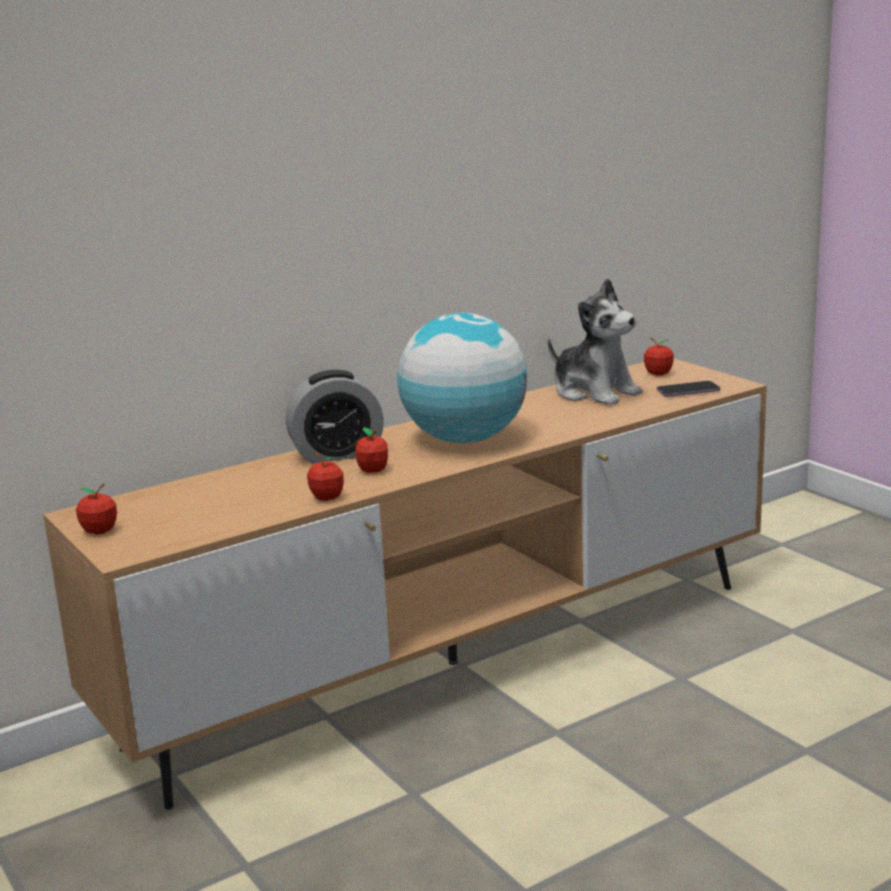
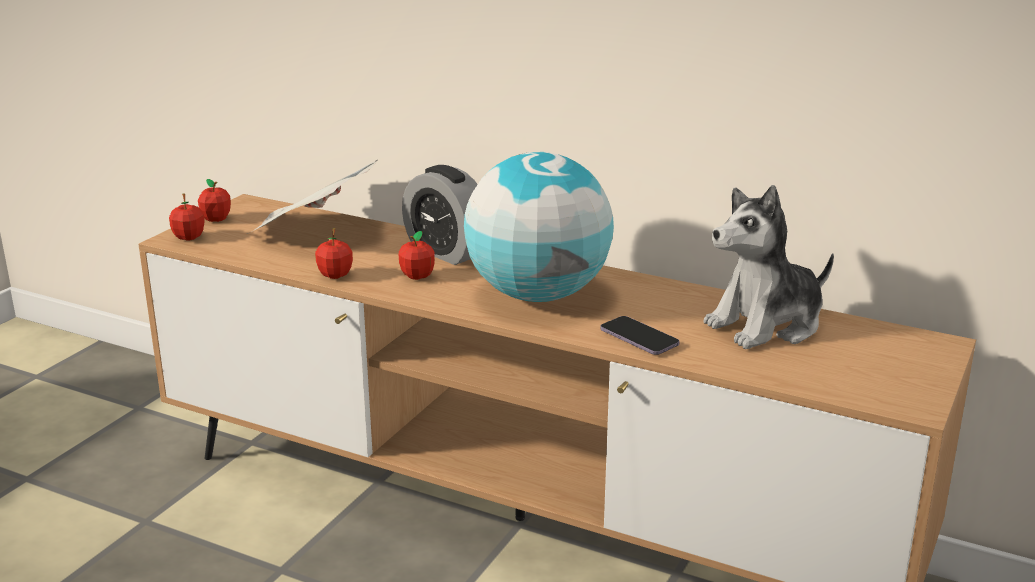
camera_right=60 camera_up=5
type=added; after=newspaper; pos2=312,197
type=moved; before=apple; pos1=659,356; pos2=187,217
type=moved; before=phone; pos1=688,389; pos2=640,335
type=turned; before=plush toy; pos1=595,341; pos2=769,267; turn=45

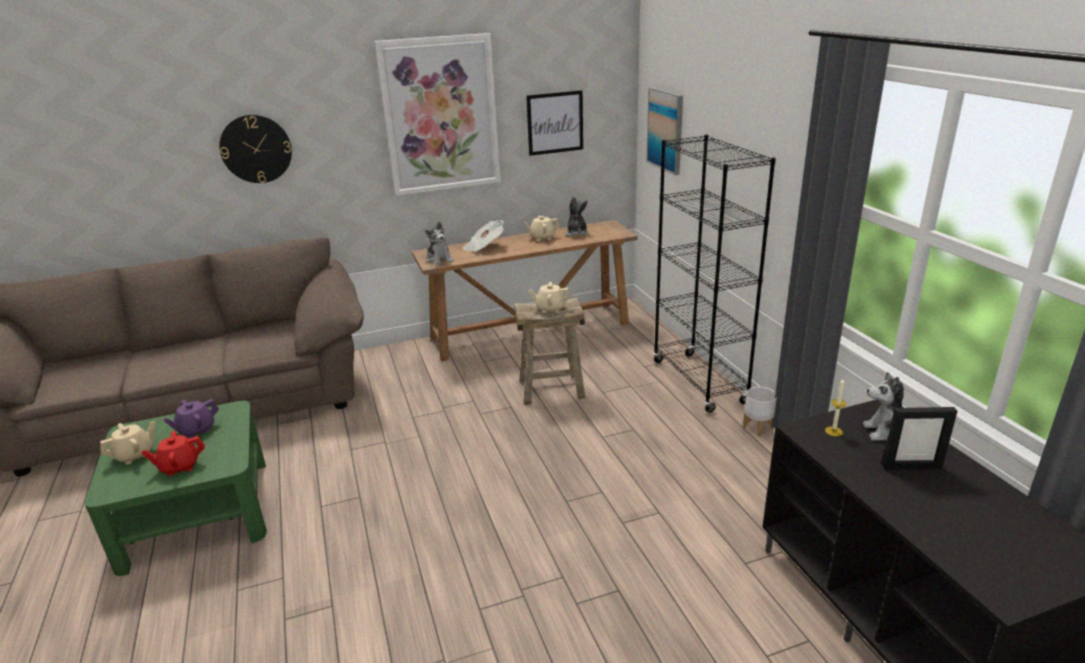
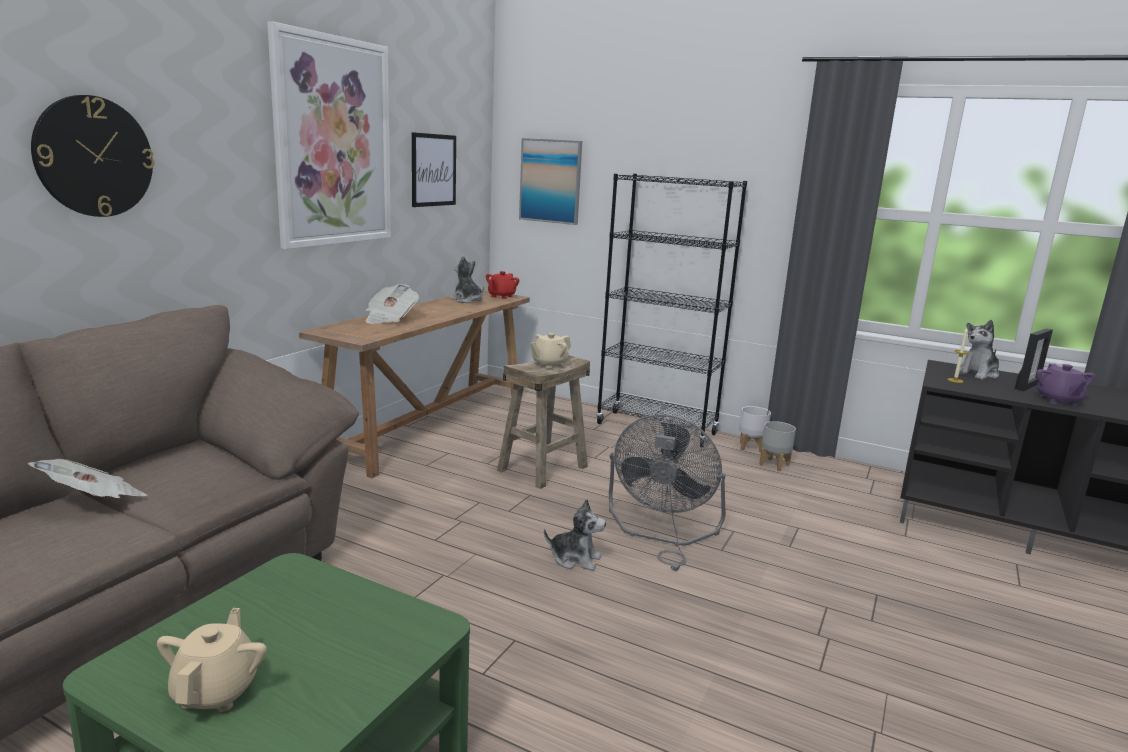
camera_right=-45 camera_up=-10
type=removed; before=teapot (beige); pos1=542,228
type=added; after=newspaper; pos2=88,478
type=added; after=fan (grey); pos2=667,492
type=added; after=planter (grey); pos2=777,446
type=moved; before=teapot (red); pos1=173,453; pos2=502,285
type=moved; before=teapot (purple); pos1=191,419; pos2=1065,385
type=moved; before=plush toy; pos1=439,244; pos2=575,535

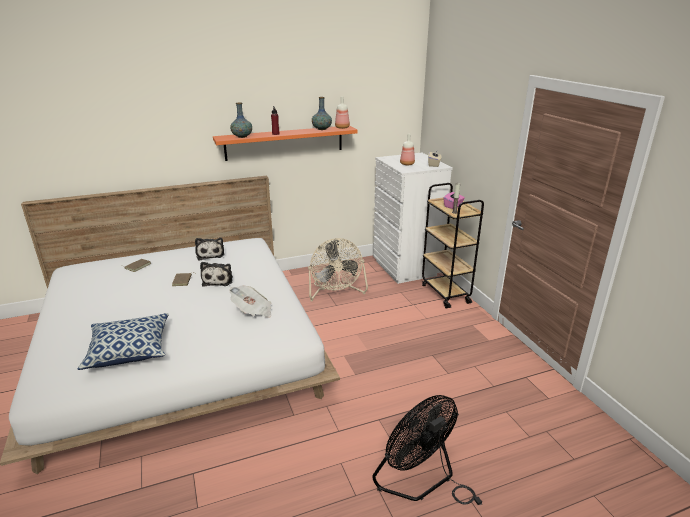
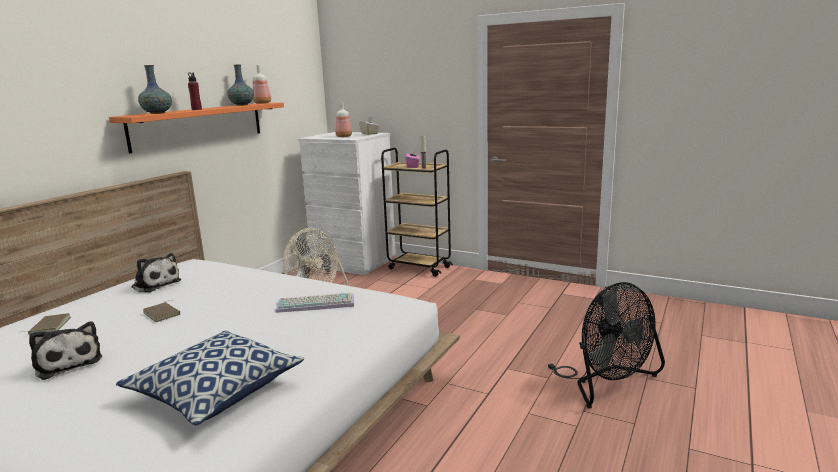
camera_right=-40 camera_up=-10
type=moved; before=plush toy; pos1=216,274; pos2=65,351
type=replaced; before=newspaper; after=keyboard; pos1=250,302; pos2=315,302
type=turned; before=fan (black); pos1=427,450; pos2=606,345; turn=-135

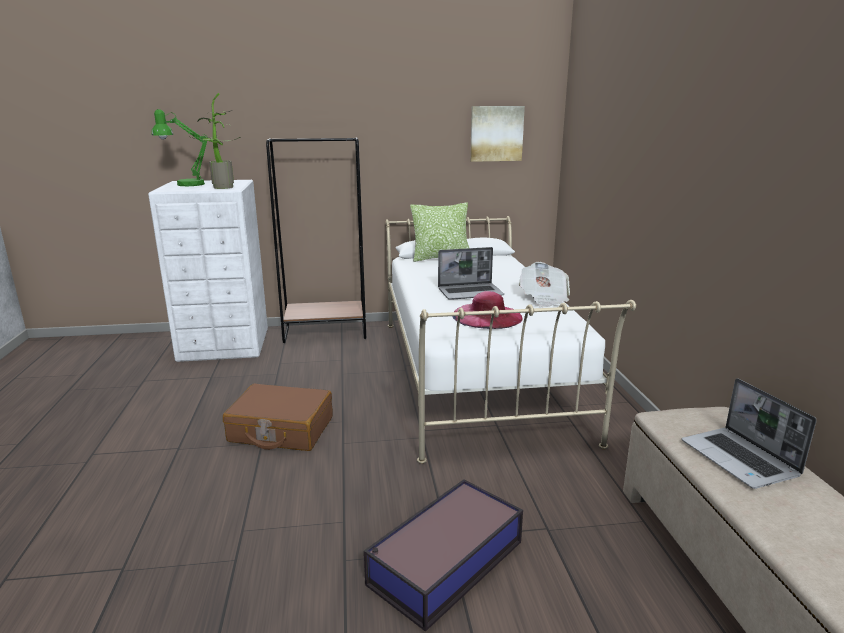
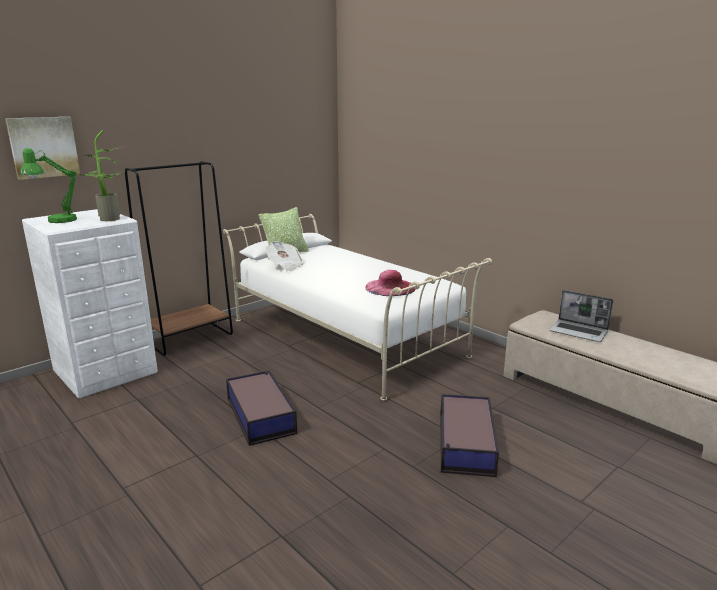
camera_right=-35 camera_up=0
type=removed; before=laptop; pos1=471,273
type=moved; before=picture; pos1=497,134; pos2=42,148
type=moved; before=newspaper; pos1=544,284; pos2=285,256
type=replaced; before=suitcase (brown); after=storage box; pos1=278,417; pos2=261,408

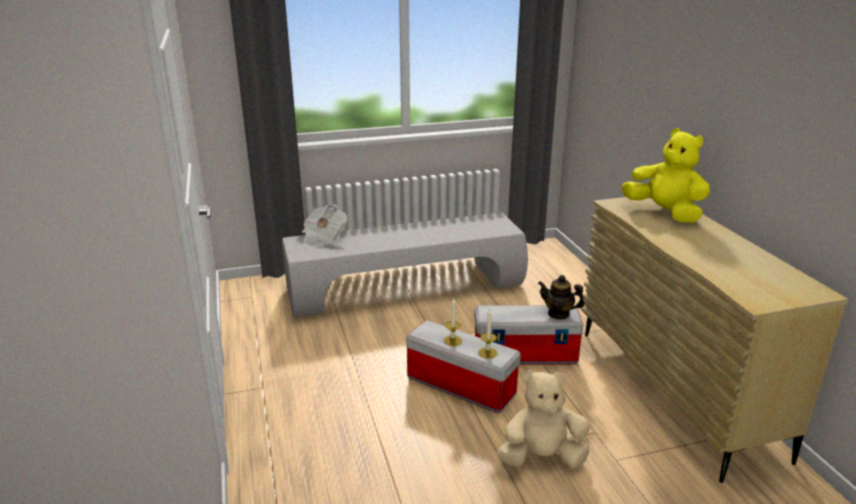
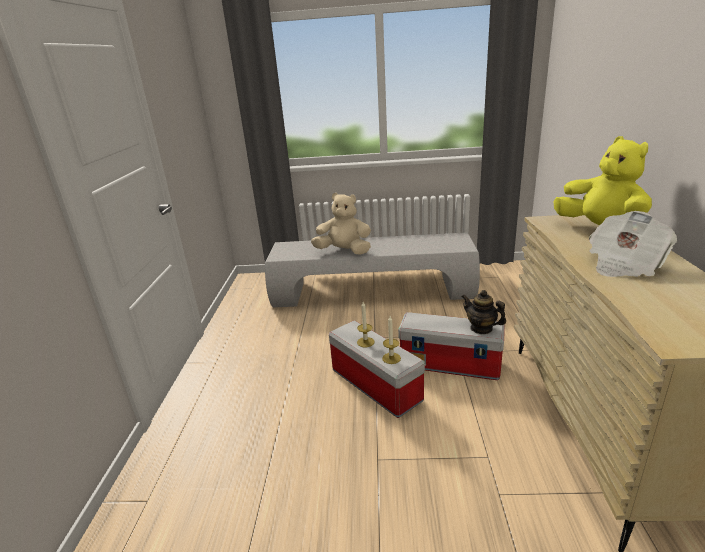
camera_right=20 camera_up=0
type=moved; before=newspaper; pos1=324,225; pos2=633,244
type=moved; before=plush toy (beige); pos1=543,419; pos2=341,224

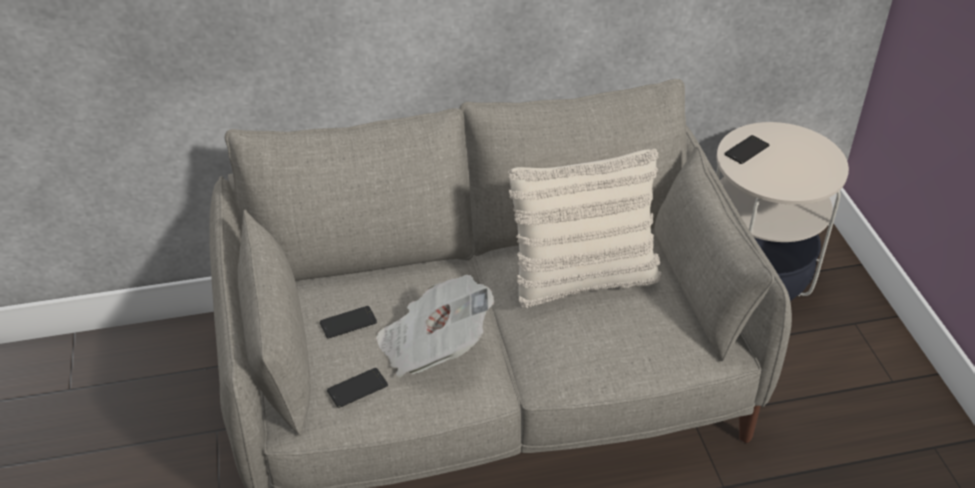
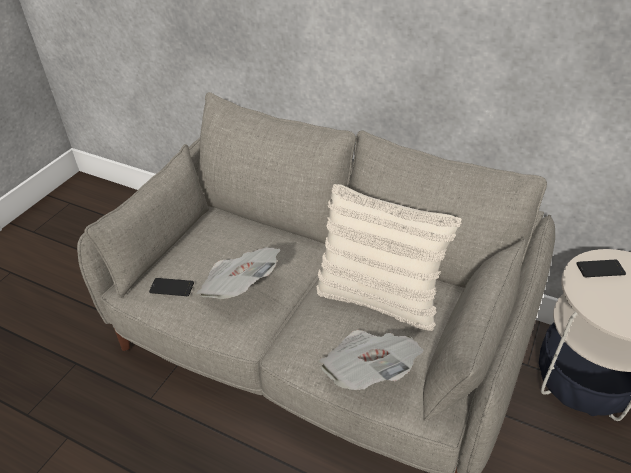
camera_right=40 camera_up=0
type=removed; before=phone; pos1=348,322
type=added; after=newspaper; pos2=370,360

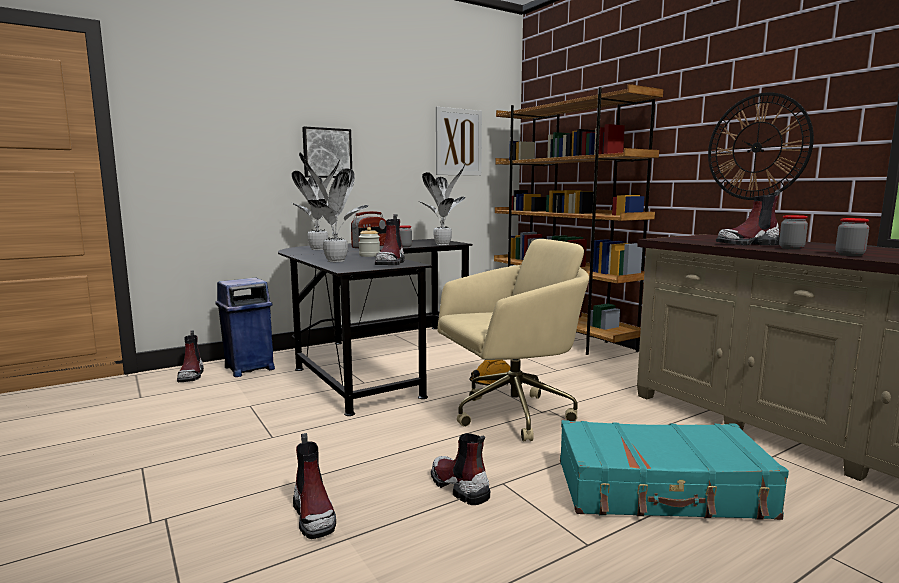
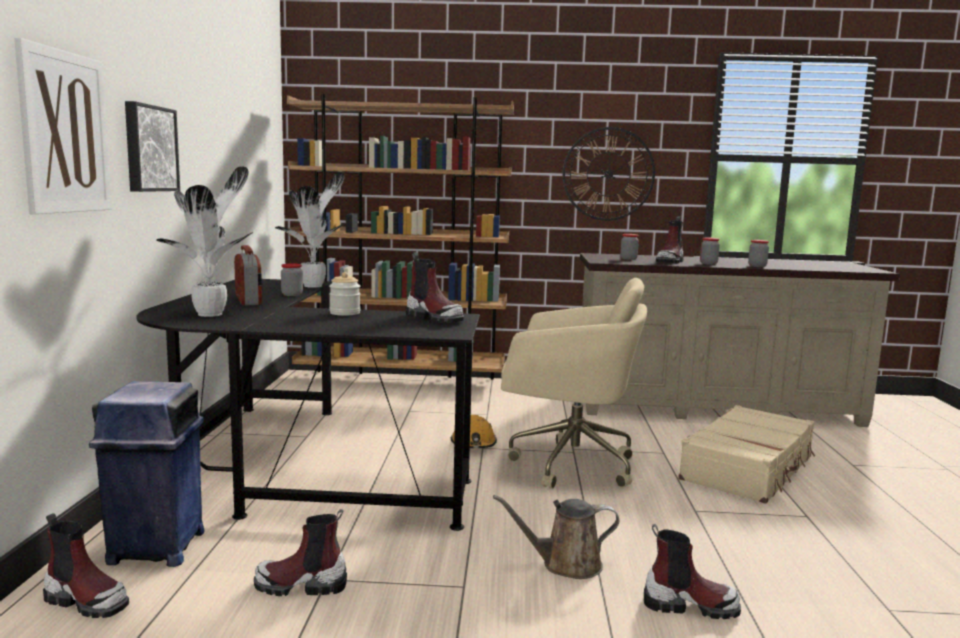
camera_right=-55 camera_up=0
type=removed; before=potted plant; pos1=333,207
type=added; after=watering can (brown); pos2=556,537
type=added; after=jar; pos2=629,247
type=moved; before=boot; pos1=460,469; pos2=300,552
type=moved; before=picture; pos1=459,141; pos2=63,126
type=recoloured; before=suitcase (turquoise); after=suitcase (beige); pos1=674,470; pos2=746,454
type=turned; before=office chair (beige); pos1=513,340; pos2=574,383; turn=90

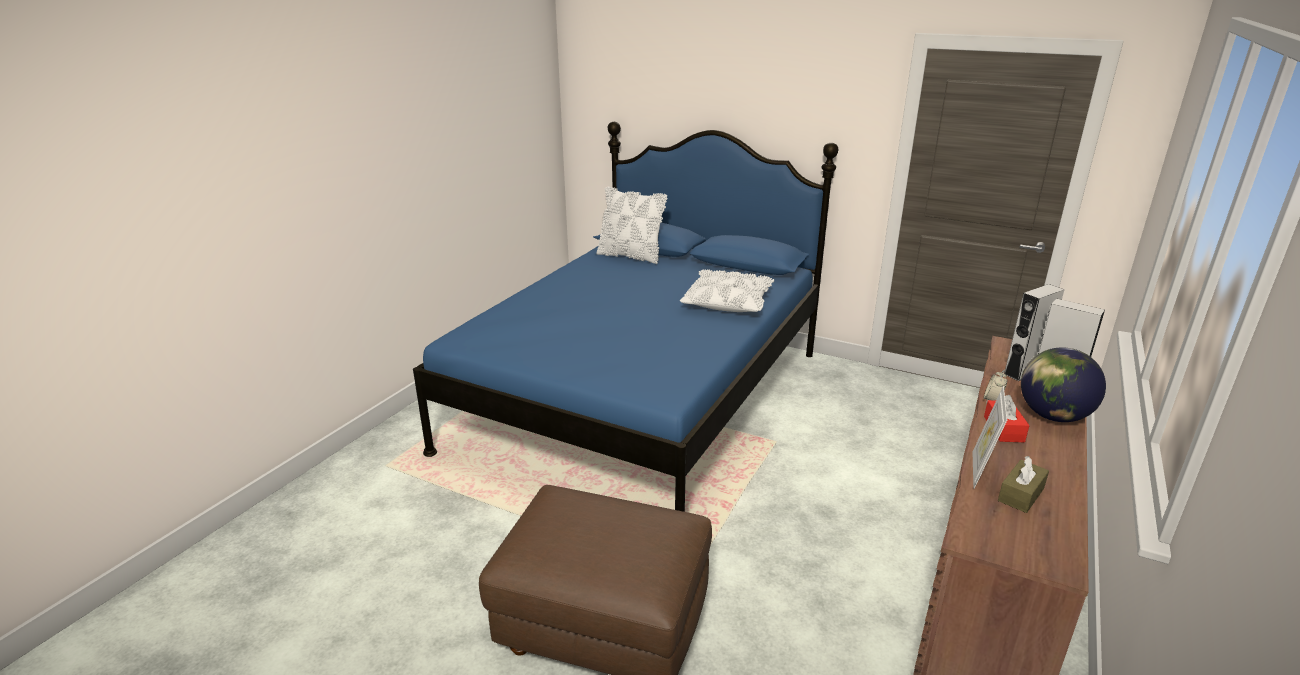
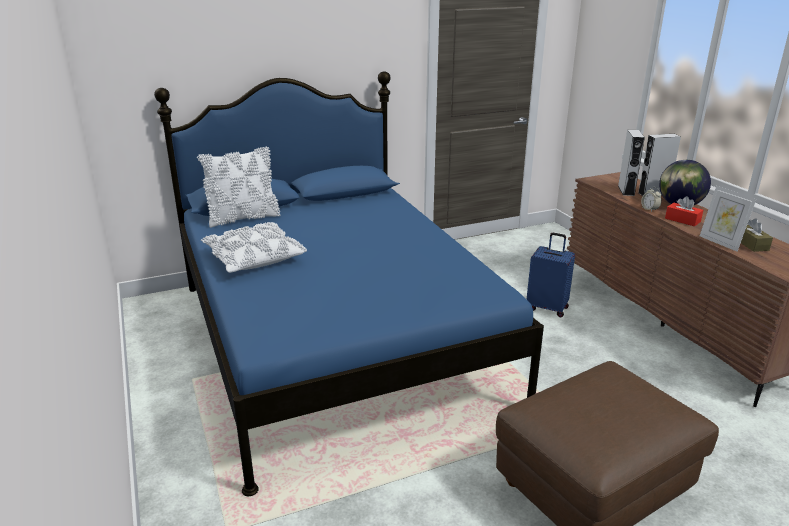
camera_right=-50 camera_up=0
type=added; after=suitcase (blue); pos2=551,275
type=moved; before=pillow (white); pos1=727,290; pos2=254,247

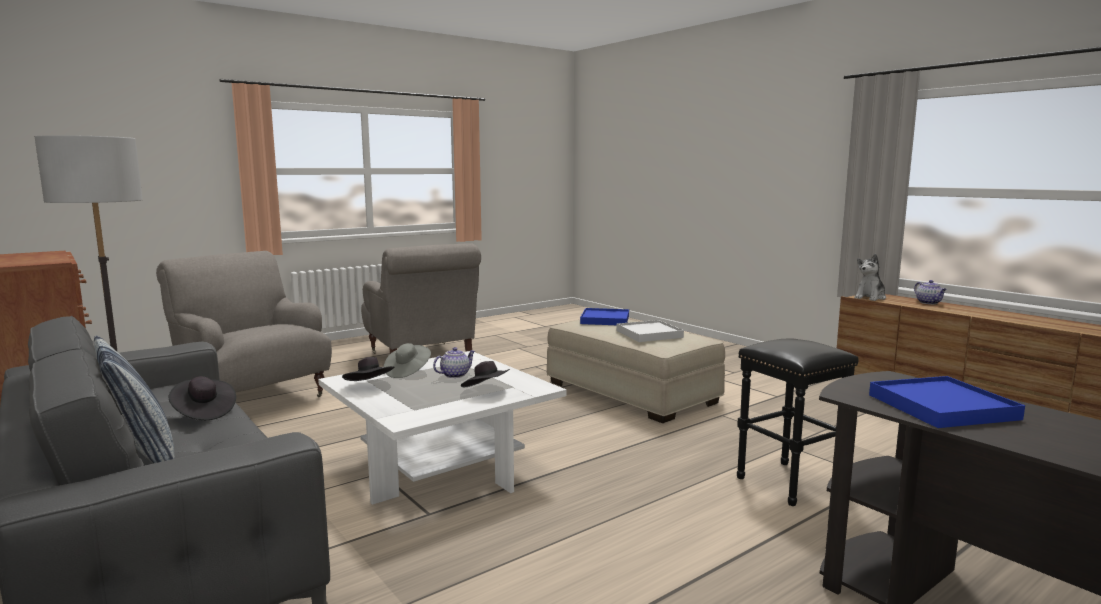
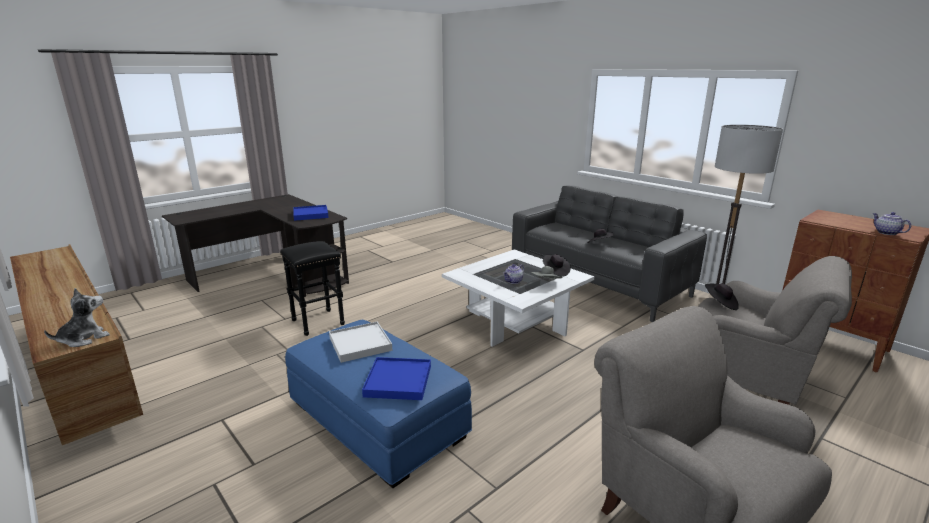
camera_right=175 camera_up=10
type=removed; before=pillow; pos1=134,399
type=moved; before=hat (black); pos1=486,374; pos2=722,296
type=moved; before=teapot; pos1=930,292; pos2=892,223
type=recoloured; before=ottoman (beige); after=ottoman (blue); pos1=636,371; pos2=378,404

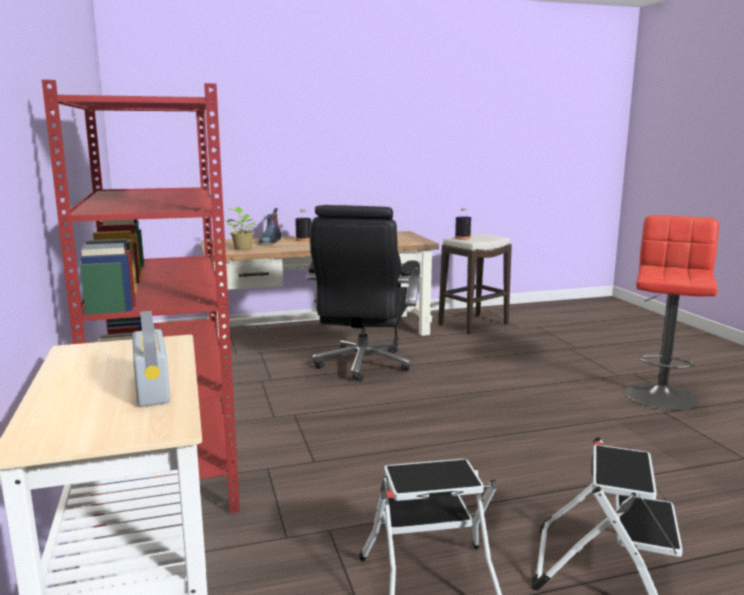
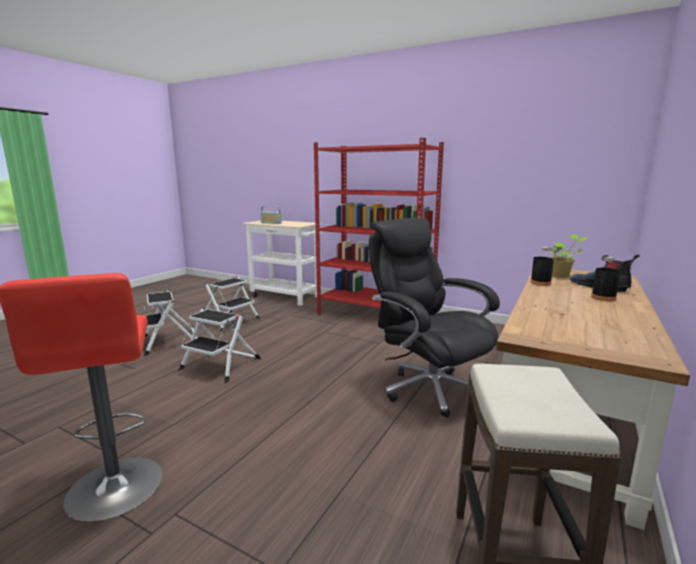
camera_right=135 camera_up=0
type=added; after=step ladder; pos2=219,345
type=moved; before=bottle (black); pos1=463,224; pos2=542,266

